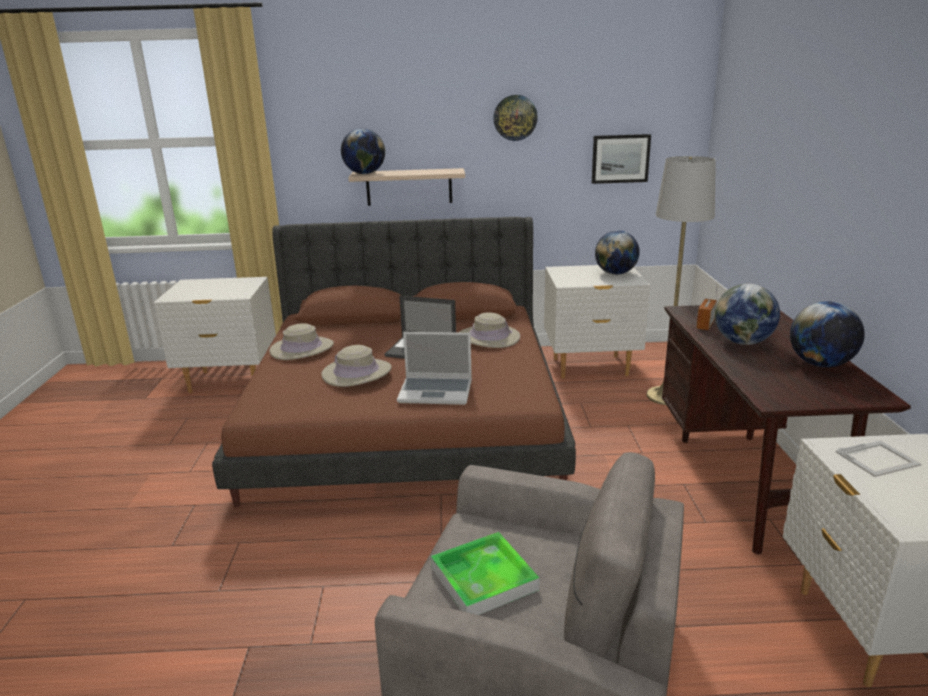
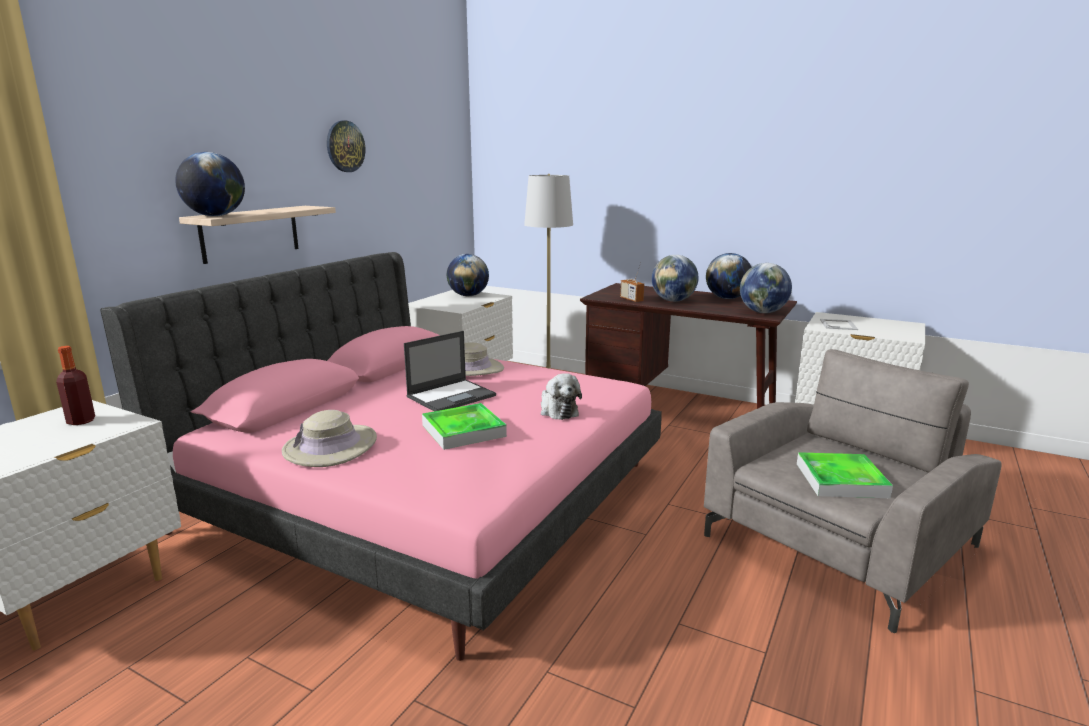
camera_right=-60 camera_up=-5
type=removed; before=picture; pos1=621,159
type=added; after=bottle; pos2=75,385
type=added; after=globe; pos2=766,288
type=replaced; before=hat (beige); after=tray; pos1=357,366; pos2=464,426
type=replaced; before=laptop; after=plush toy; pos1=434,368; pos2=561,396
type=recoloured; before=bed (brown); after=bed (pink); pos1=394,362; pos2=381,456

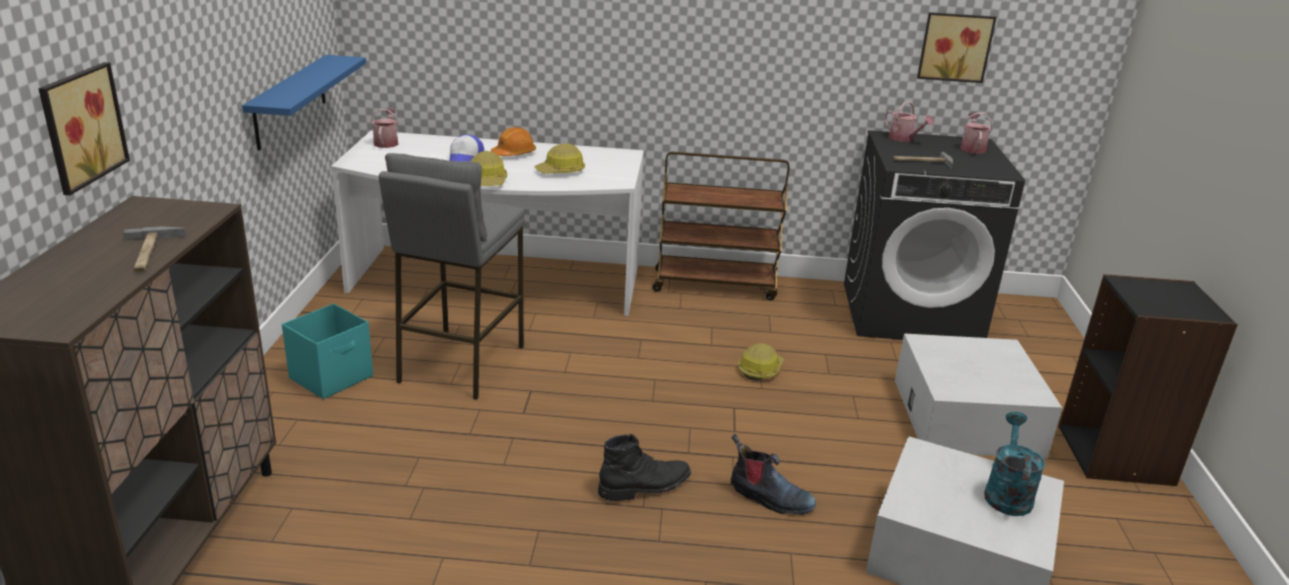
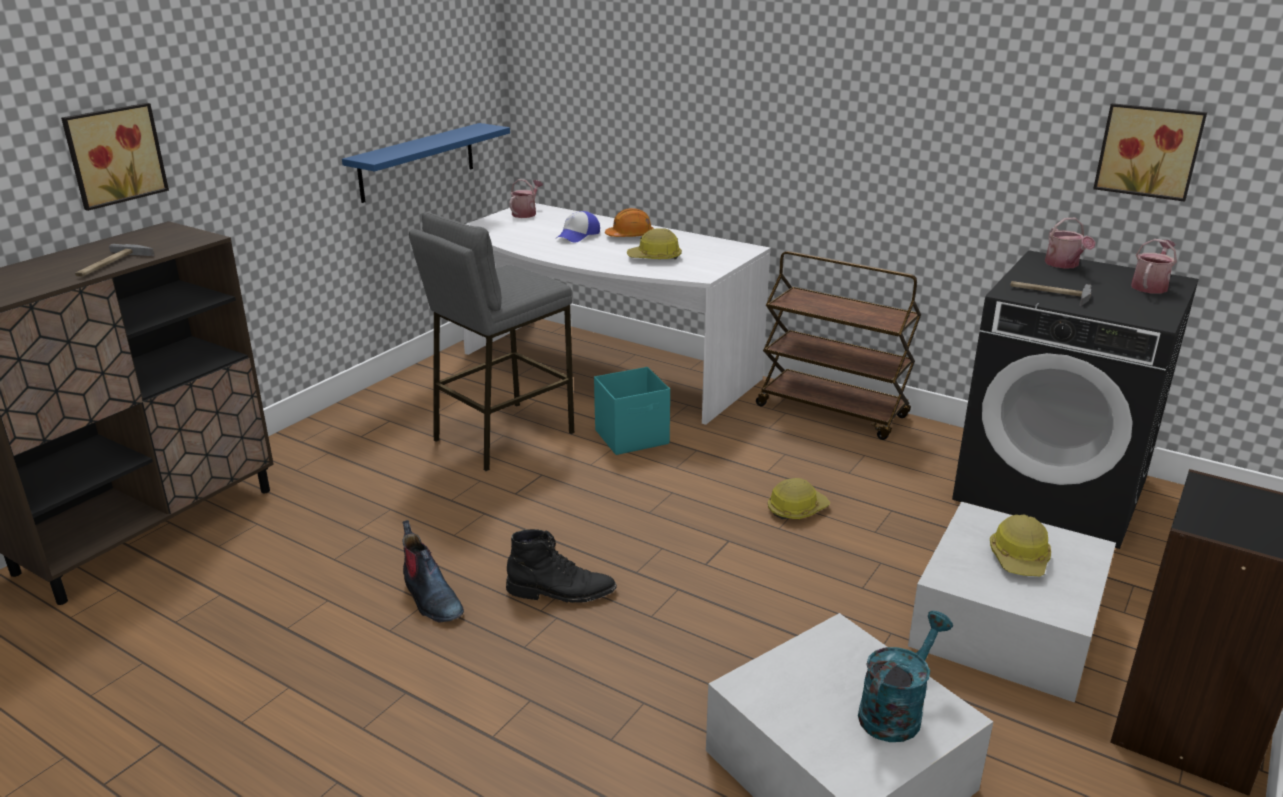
camera_right=30 camera_up=0
type=moved; before=storage box (turquoise); pos1=327,351; pos2=632,411
type=moved; before=hard hat; pos1=489,168; pos2=1020,545
type=moved; before=boot; pos1=773,474; pos2=433,571

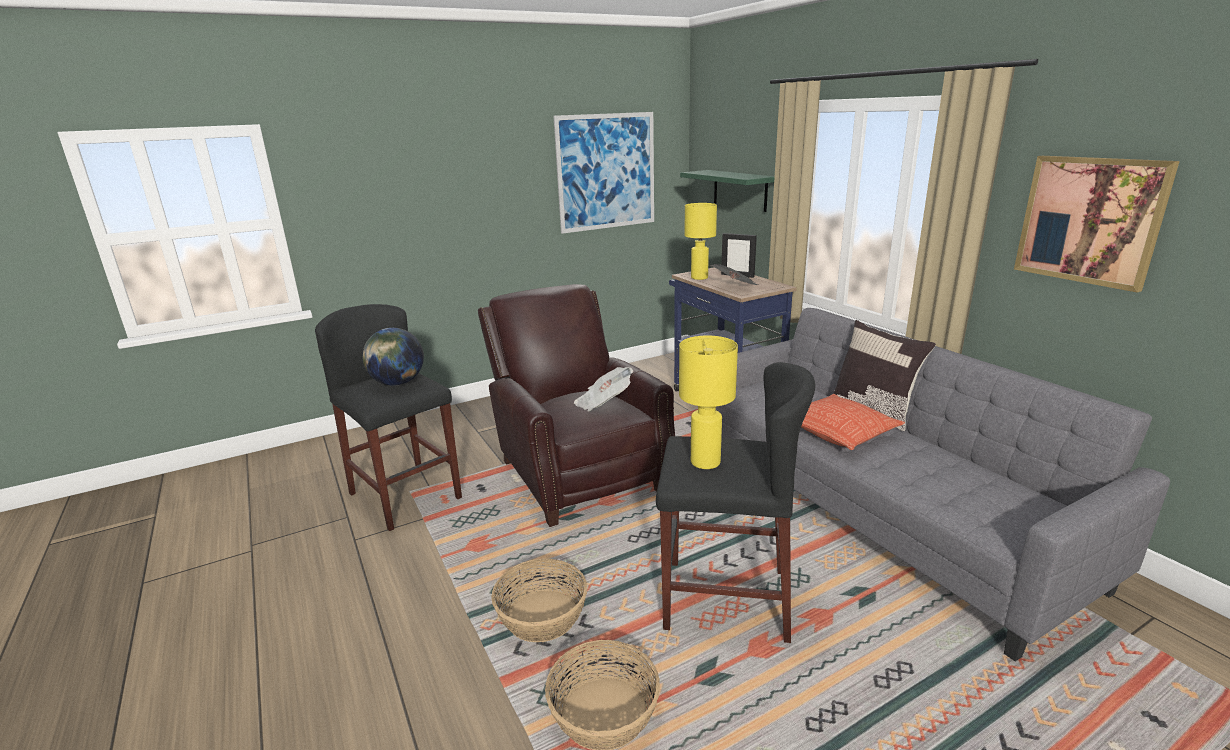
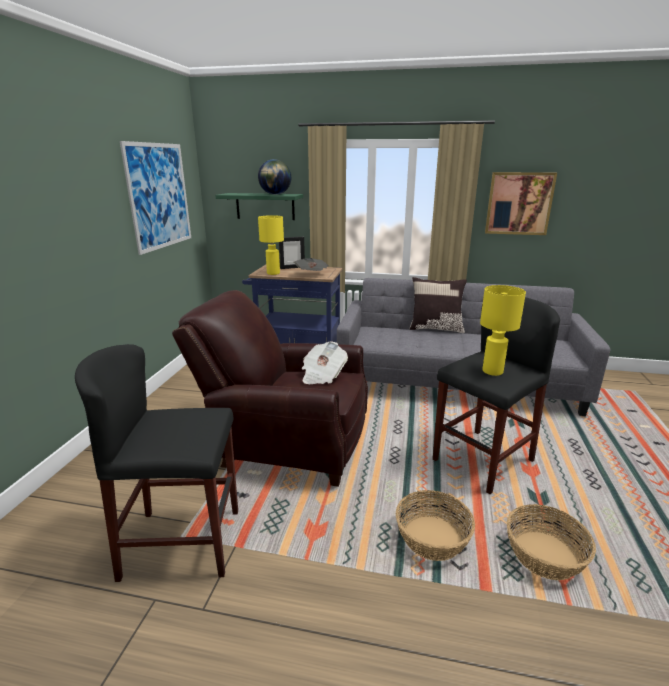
camera_right=-50 camera_up=0
type=removed; before=pillow (orange); pos1=853,422
type=moved; before=globe; pos1=393,357; pos2=274,177

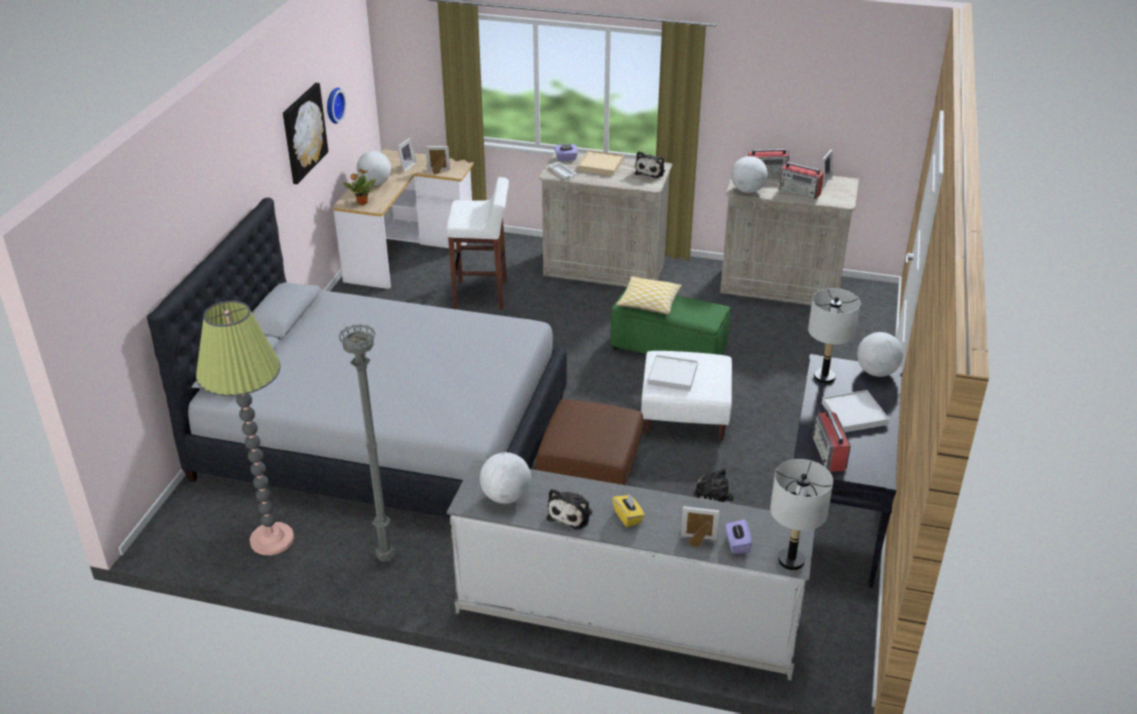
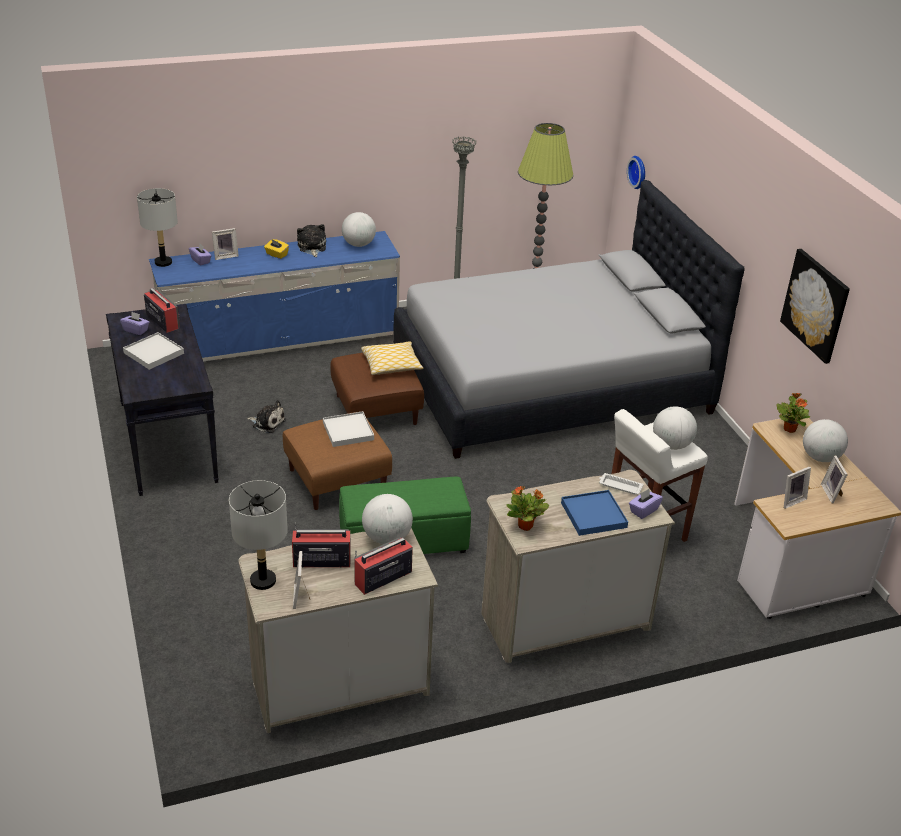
camera_right=145 camera_up=0
type=added; after=tissue box (purple); pos2=134,323
type=moved; before=wall clock; pos1=336,106; pos2=636,172
type=moved; before=pillow; pos1=649,295; pos2=392,358
type=moved; before=table lamp (grey); pos1=834,336; pos2=258,535
type=moved; before=globe; pos1=880,354; pos2=675,428
type=replaced; before=plush toy; after=potted plant; pos1=650,164; pos2=527,508
type=recoloured; before=cabinet (grey); after=cabinet (blue); pos1=631,569; pos2=274,296
type=recoloured; before=tray (beige); after=tray (blue); pos1=601,163; pos2=594,513
type=recoloured; before=ottoman (white); after=ottoman (brown); pos1=686,395; pos2=337,461

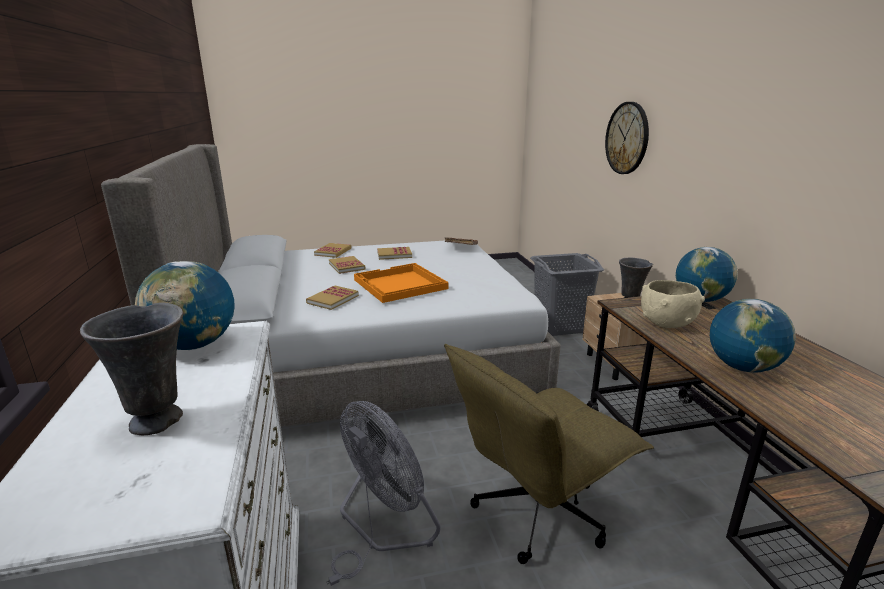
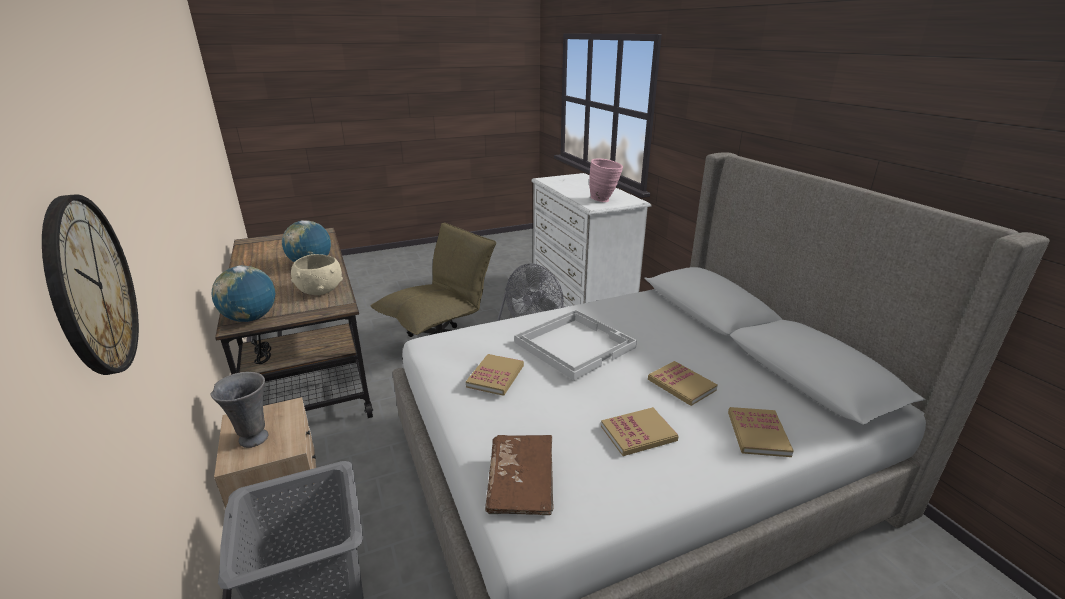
camera_right=170 camera_up=5
type=removed; before=vase (grey); pos1=131,368
type=moved; before=book; pos1=332,298; pos2=495,375
type=replaced; before=globe; after=vase (pink); pos1=185,305; pos2=606,180
type=recoloured; before=tray (orange); after=tray (white); pos1=401,283; pos2=575,344

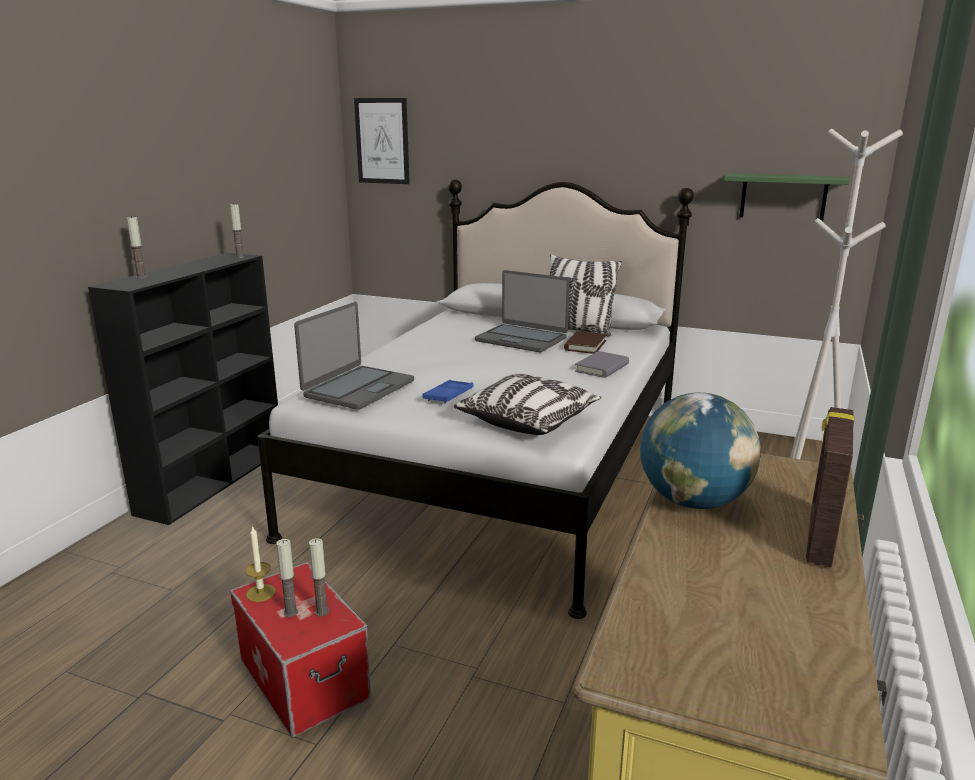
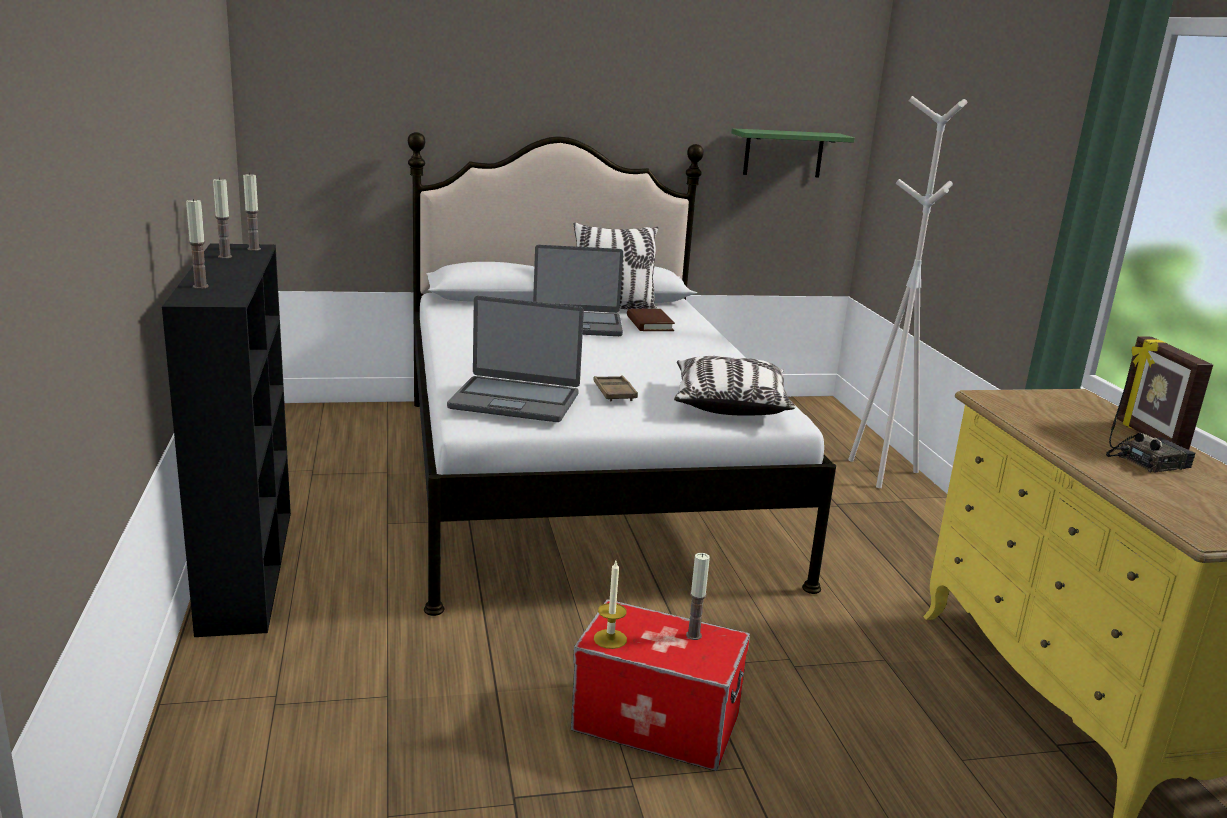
camera_right=-35 camera_up=0
type=removed; before=picture; pos1=382,141
type=removed; before=book (grey); pos1=602,364
type=removed; before=globe; pos1=700,450
type=added; after=radio; pos2=1151,419
type=moved; before=candle; pos1=287,578; pos2=222,218
type=recoloured; before=tray (blue); after=tray (brown); pos1=448,392; pos2=616,388
type=turned; before=laptop; pos1=354,356; pos2=515,359; turn=105

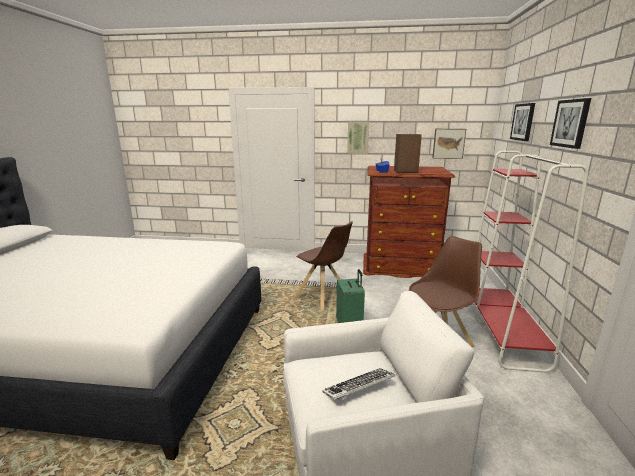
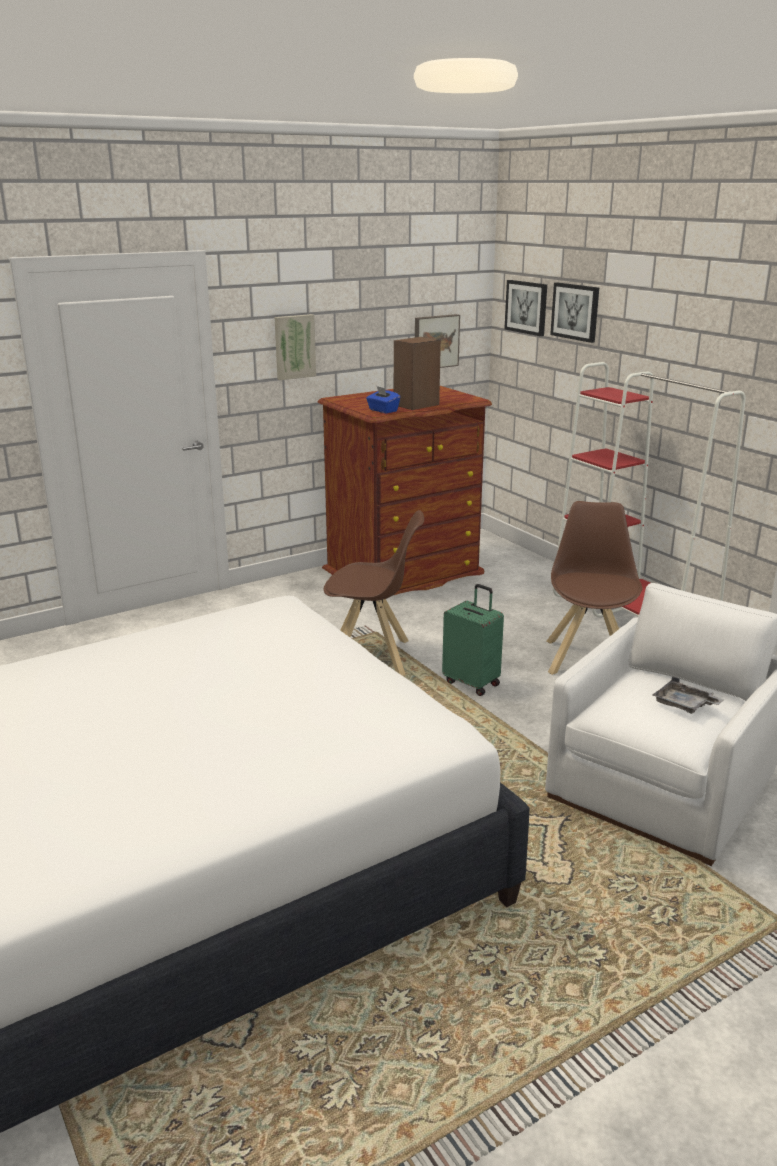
camera_right=-40 camera_up=5
type=moved; before=picture; pos1=570,123; pos2=525,308
type=replaced; before=keyboard; after=tray (grey); pos1=358,384; pos2=688,695

